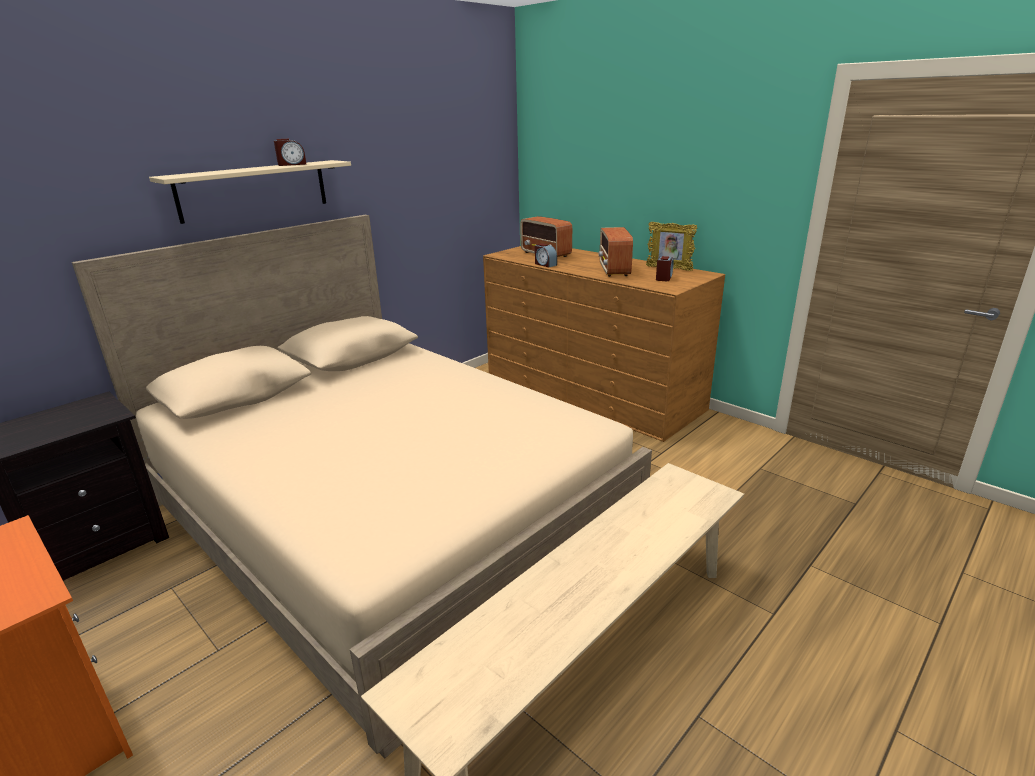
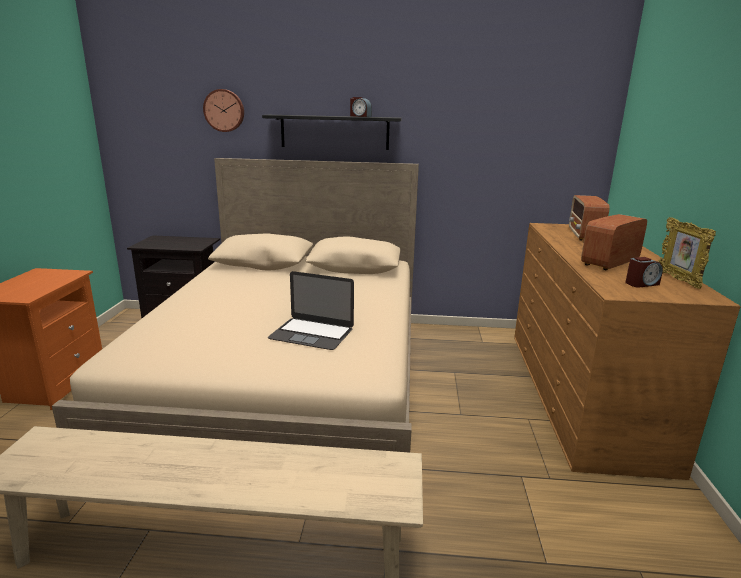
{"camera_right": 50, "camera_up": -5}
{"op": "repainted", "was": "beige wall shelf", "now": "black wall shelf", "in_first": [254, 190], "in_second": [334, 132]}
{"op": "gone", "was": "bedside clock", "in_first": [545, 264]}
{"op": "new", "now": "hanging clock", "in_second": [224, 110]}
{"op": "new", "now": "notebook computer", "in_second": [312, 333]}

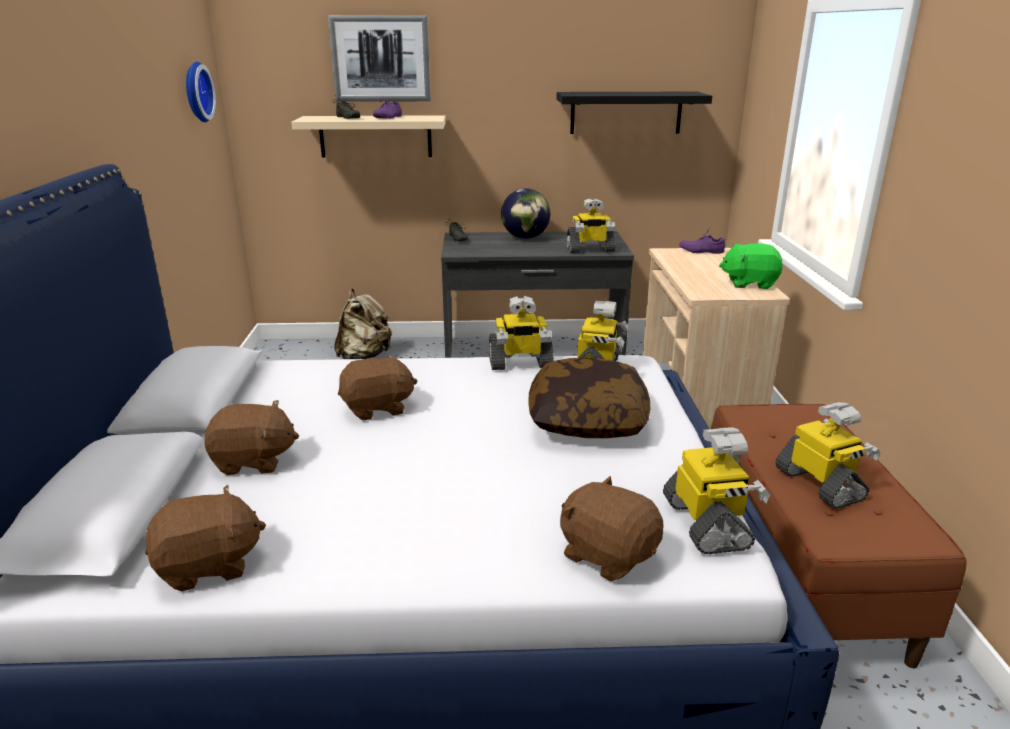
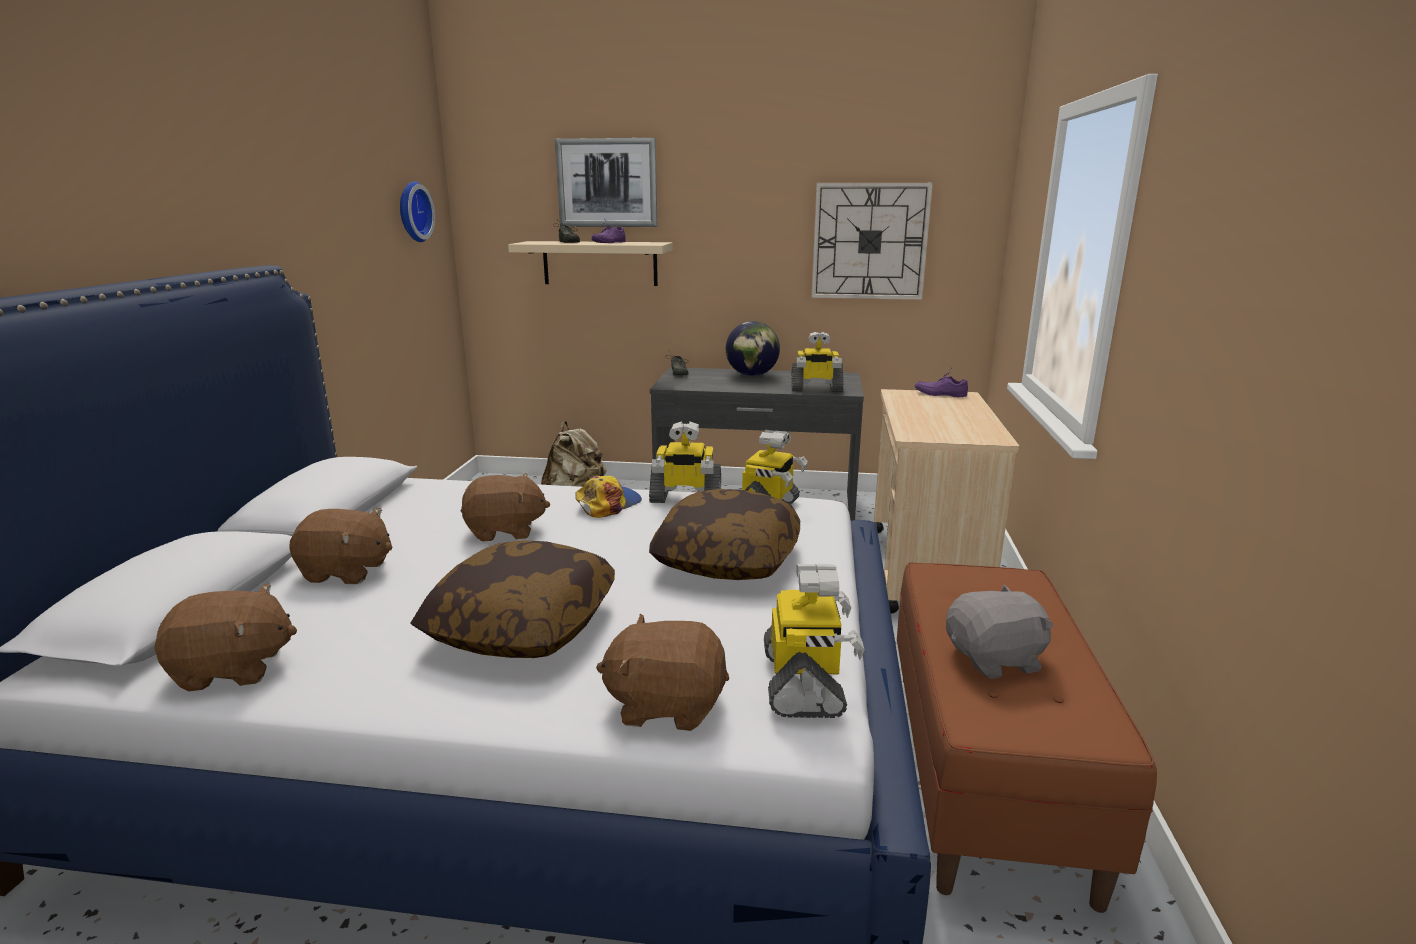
{"camera_right": 10, "camera_up": -5}
{"op": "swapped", "was": "black wall shelf", "now": "hanging clock", "in_first": [626, 112], "in_second": [869, 241]}
{"op": "gone", "was": "green-coloured cuddly toy", "in_first": [749, 283]}
{"op": "swapped", "was": "toy robot", "now": "greyish cuddly toy", "in_first": [820, 484], "in_second": [995, 660]}
{"op": "rotated", "was": "brown-coloured cuddly toy", "in_first": [607, 554], "in_second": [666, 704], "clockwise": -45}
{"op": "new", "now": "peaked cap", "in_second": [608, 504]}
{"op": "new", "now": "pillow", "in_second": [522, 626]}

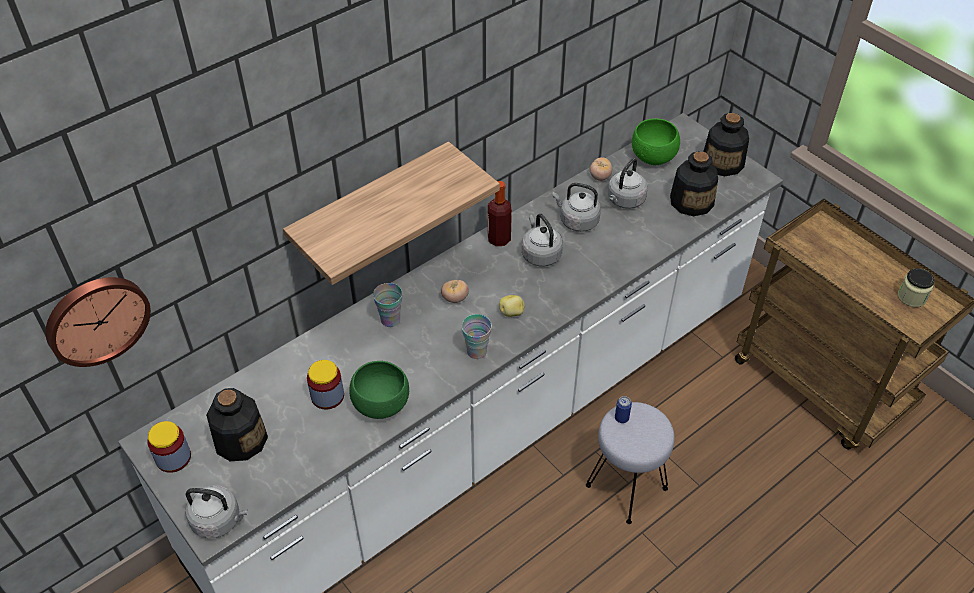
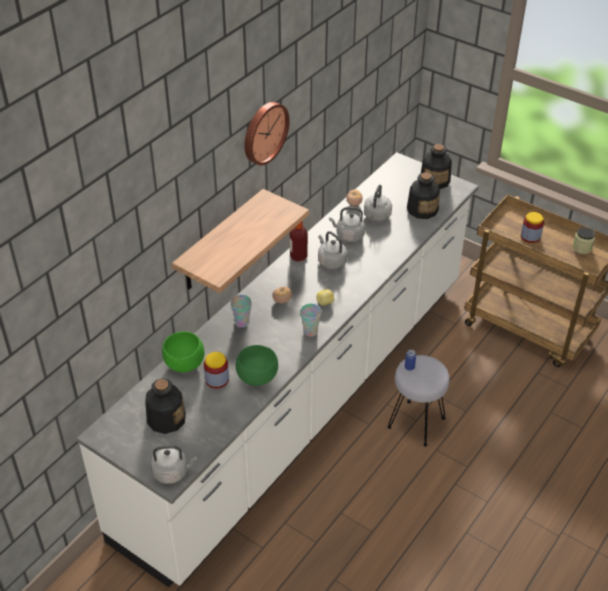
{"camera_right": -15, "camera_up": -5}
{"op": "shifted", "was": "green-coloured bowl", "in_first": [654, 158], "in_second": [185, 365]}
{"op": "shifted", "was": "hanging clock", "in_first": [96, 318], "in_second": [264, 132]}
{"op": "shifted", "was": "jar", "in_first": [173, 458], "in_second": [530, 236]}

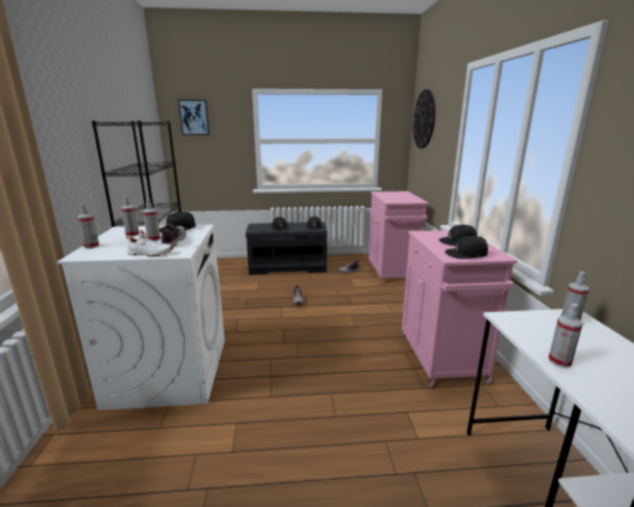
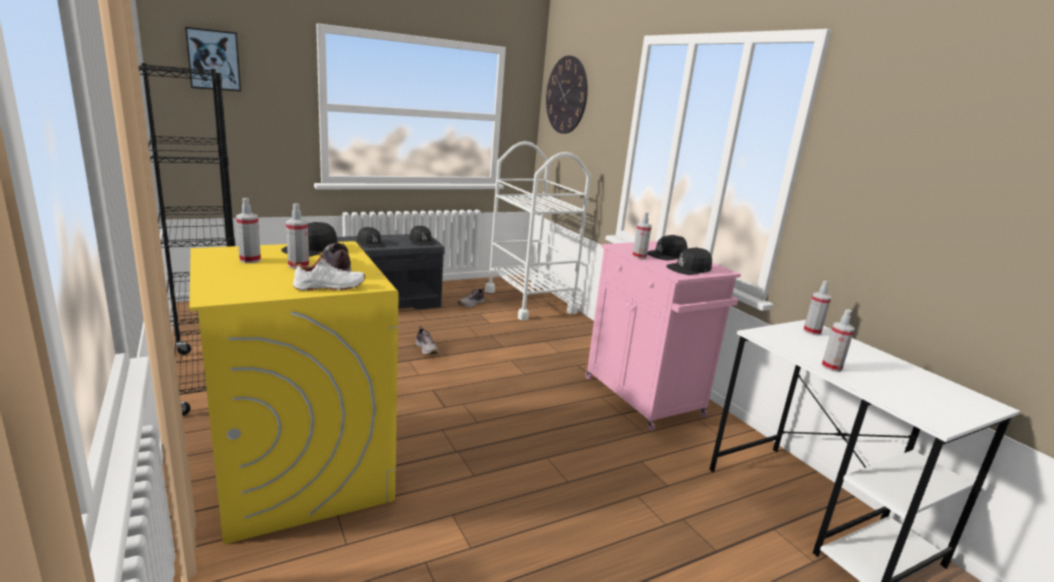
{"camera_right": -25, "camera_up": 0}
{"op": "swapped", "was": "pinkish cupboard", "now": "white-coloured cart", "in_first": [392, 273], "in_second": [529, 302]}
{"op": "shifted", "was": "hand sprayer", "in_first": [91, 246], "in_second": [639, 257]}
{"op": "repainted", "was": "white-coloured laundry appliance", "now": "yellow laundry appliance", "in_first": [169, 370], "in_second": [301, 470]}

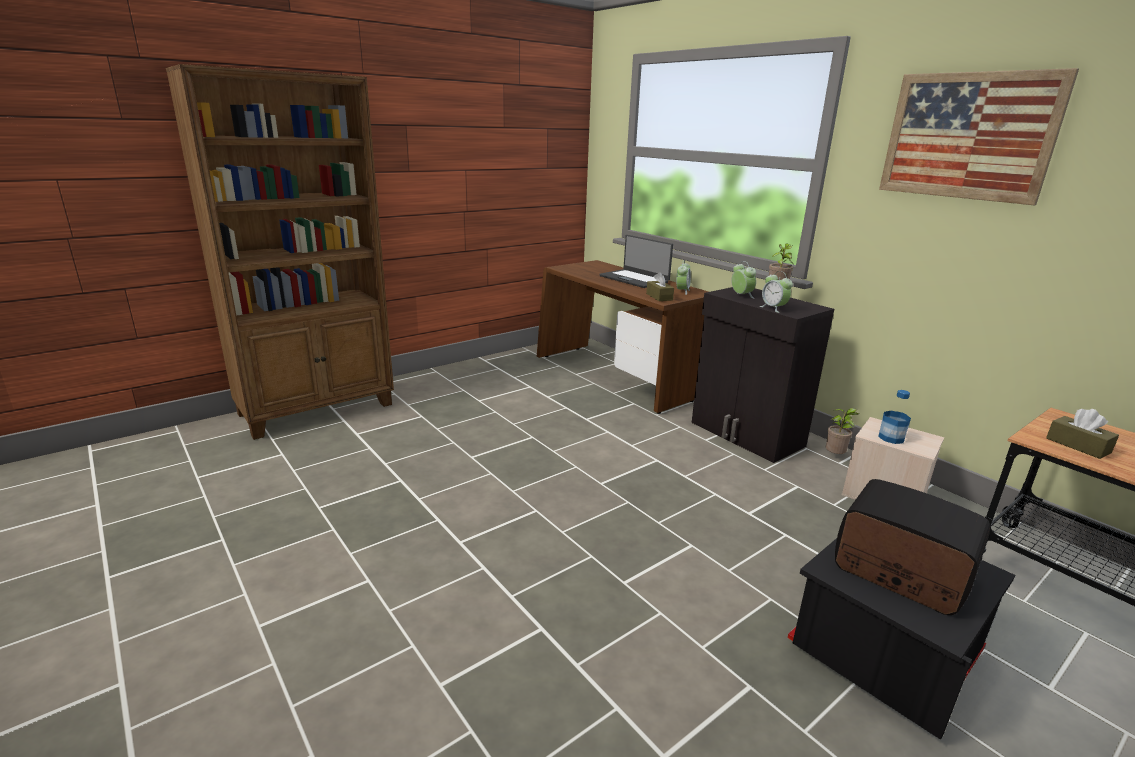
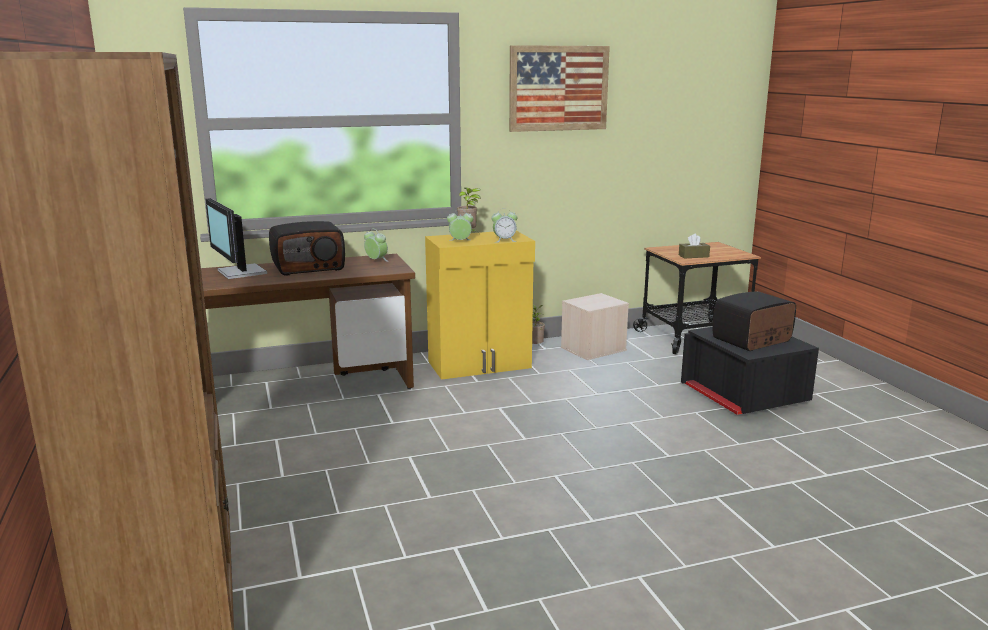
{"camera_right": -70, "camera_up": -5}
{"op": "swapped", "was": "notebook computer", "now": "radio set", "in_first": [634, 279], "in_second": [308, 267]}
{"op": "gone", "was": "brown-coloured tissue box", "in_first": [659, 297]}
{"op": "repainted", "was": "black cupboard", "now": "yellow cupboard", "in_first": [746, 435], "in_second": [480, 365]}
{"op": "gone", "was": "drink bottle", "in_first": [891, 438]}
{"op": "new", "now": "computer screen", "in_second": [240, 272]}

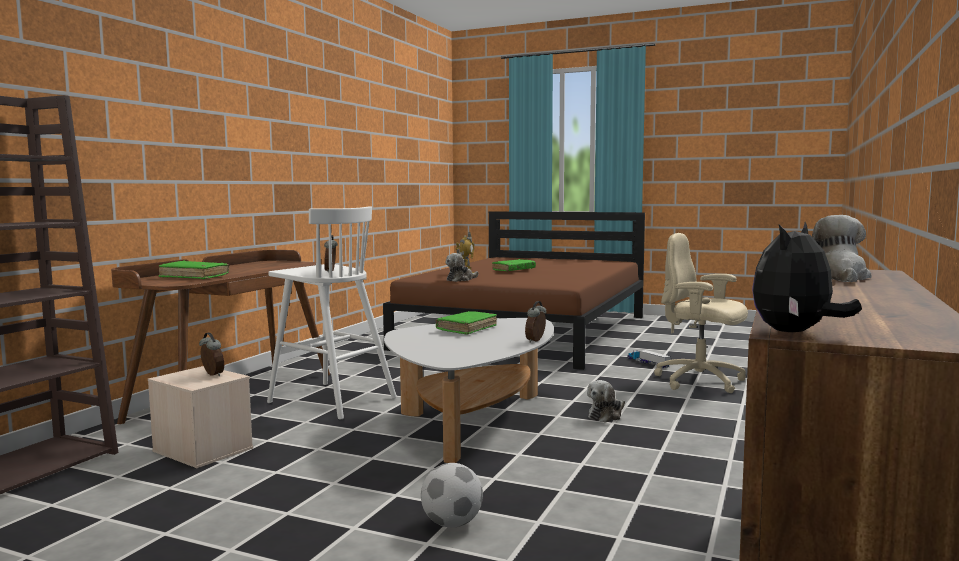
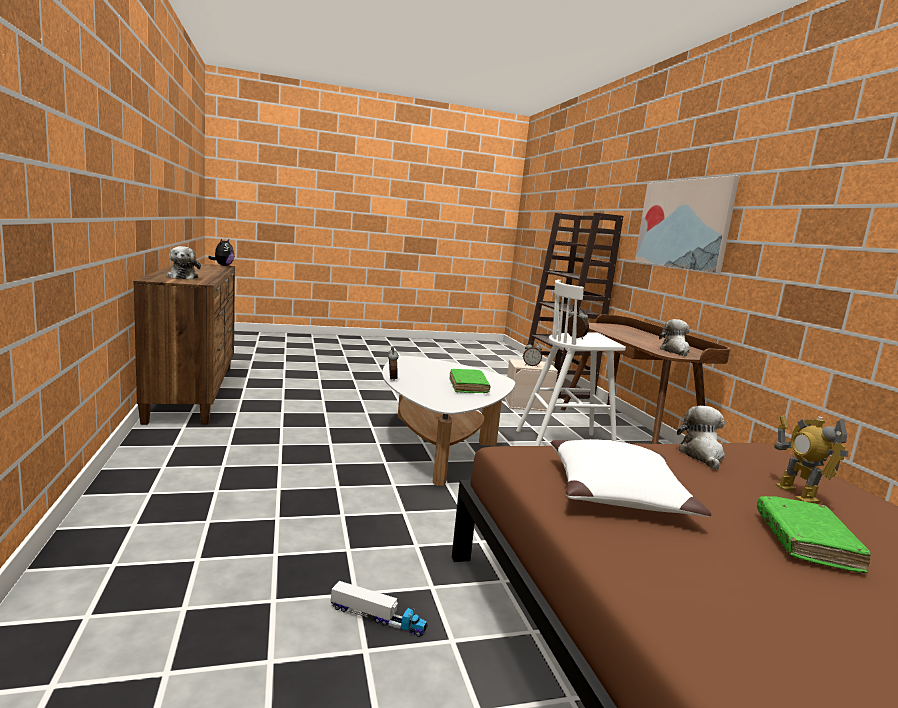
{"camera_right": 140, "camera_up": 5}
{"op": "gone", "was": "beige office chair", "in_first": [700, 381]}
{"op": "gone", "was": "green-coloured bound book", "in_first": [194, 276]}
{"op": "shifted", "was": "cuddly toy", "in_first": [606, 415], "in_second": [675, 351]}
{"op": "gone", "was": "football ball", "in_first": [452, 524]}
{"op": "new", "now": "picture", "in_second": [683, 224]}
{"op": "new", "now": "white-coloured pillow", "in_second": [618, 493]}

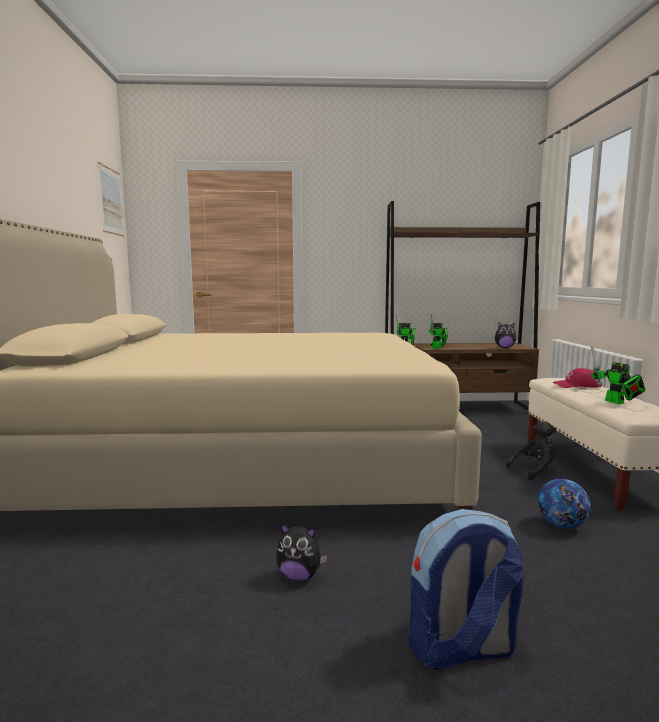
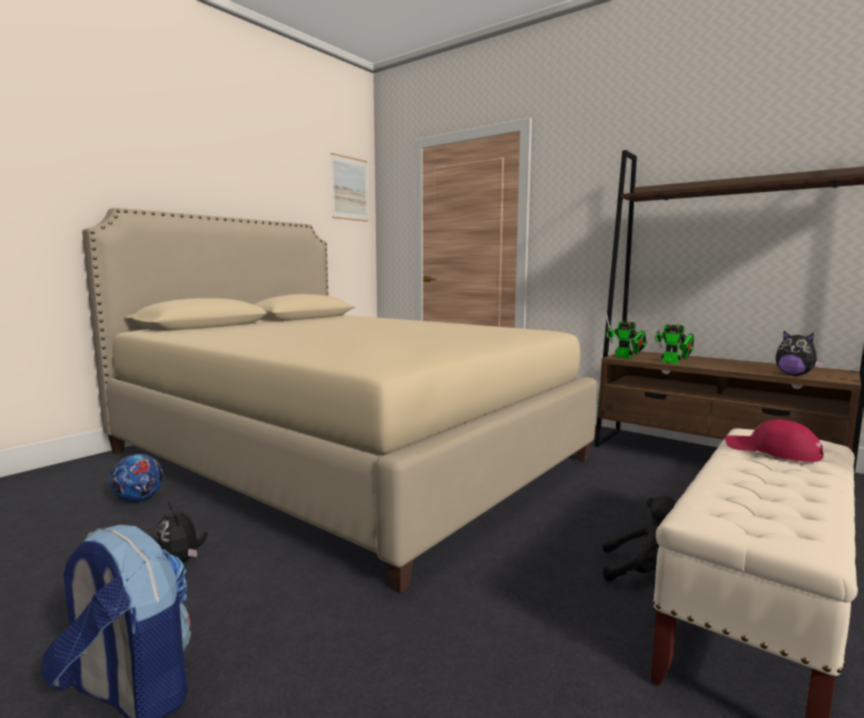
{"camera_right": 40, "camera_up": 0}
{"op": "gone", "was": "toy robot", "in_first": [617, 402]}
{"op": "shifted", "was": "football ball", "in_first": [561, 525], "in_second": [139, 499]}

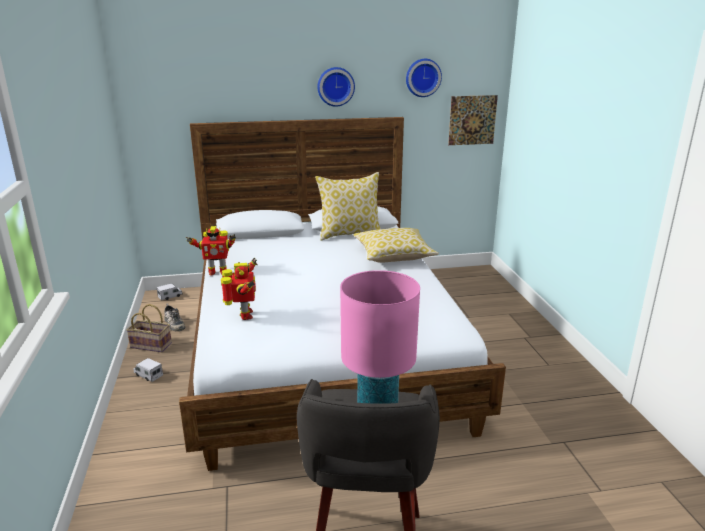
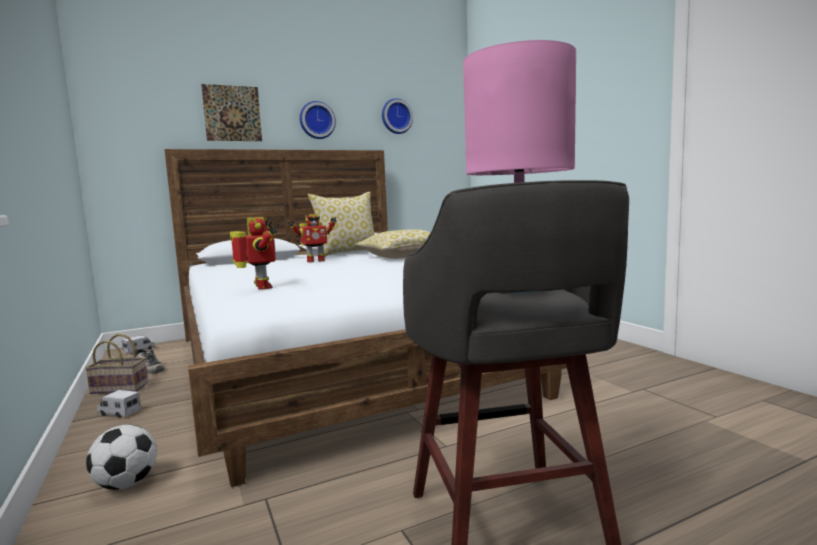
{"camera_right": -15, "camera_up": -15}
{"op": "shifted", "was": "picture", "in_first": [472, 120], "in_second": [232, 113]}
{"op": "shifted", "was": "toy robot", "in_first": [217, 272], "in_second": [315, 261]}
{"op": "new", "now": "football ball", "in_second": [126, 484]}

